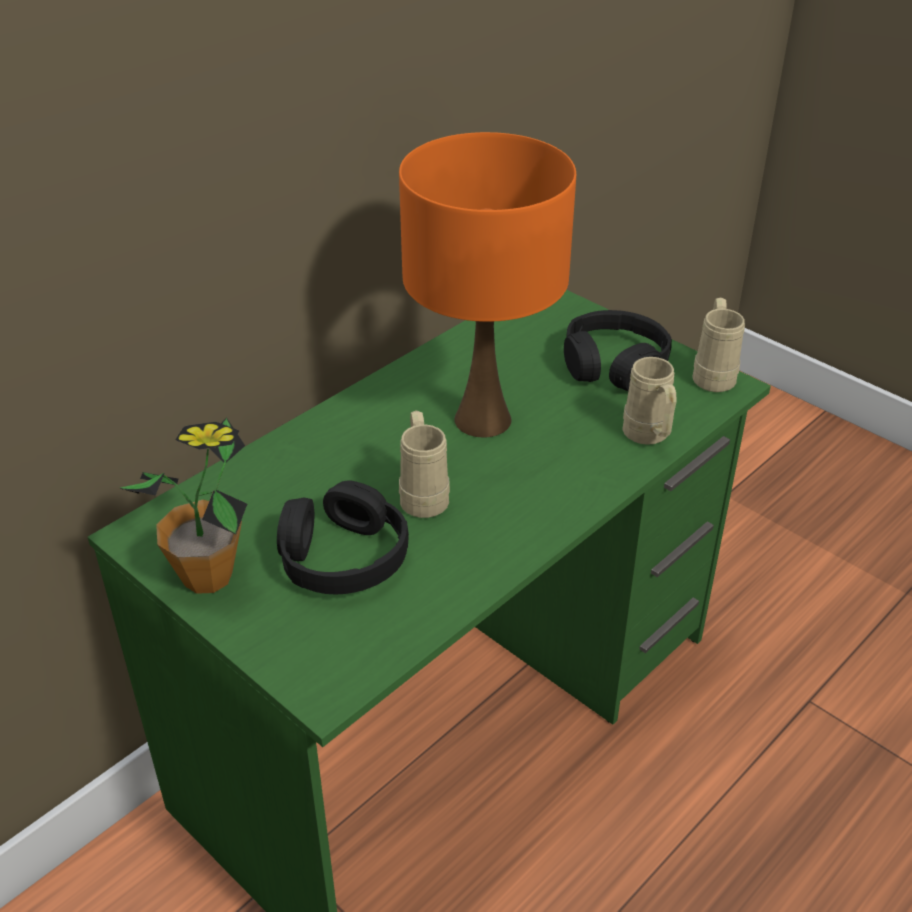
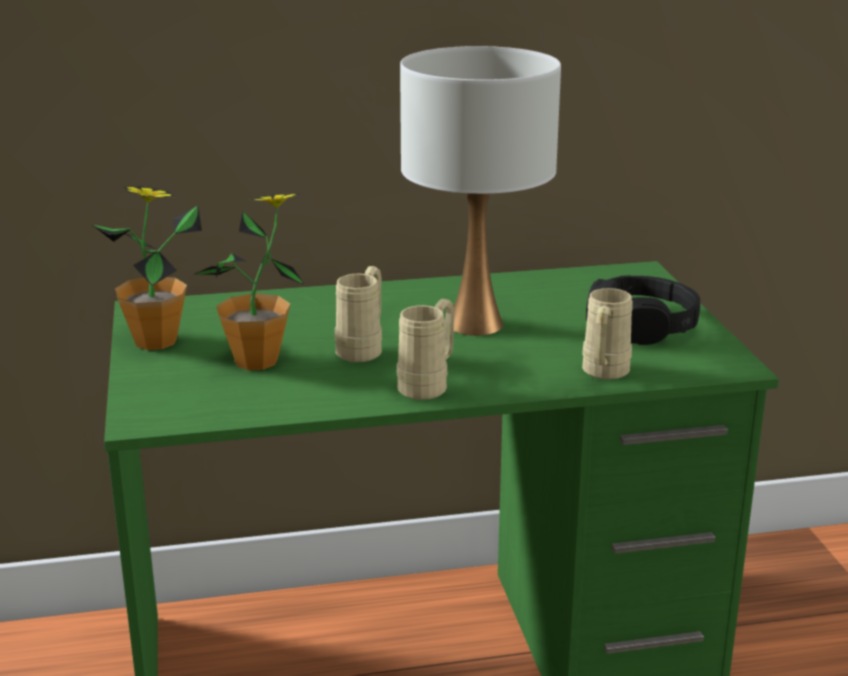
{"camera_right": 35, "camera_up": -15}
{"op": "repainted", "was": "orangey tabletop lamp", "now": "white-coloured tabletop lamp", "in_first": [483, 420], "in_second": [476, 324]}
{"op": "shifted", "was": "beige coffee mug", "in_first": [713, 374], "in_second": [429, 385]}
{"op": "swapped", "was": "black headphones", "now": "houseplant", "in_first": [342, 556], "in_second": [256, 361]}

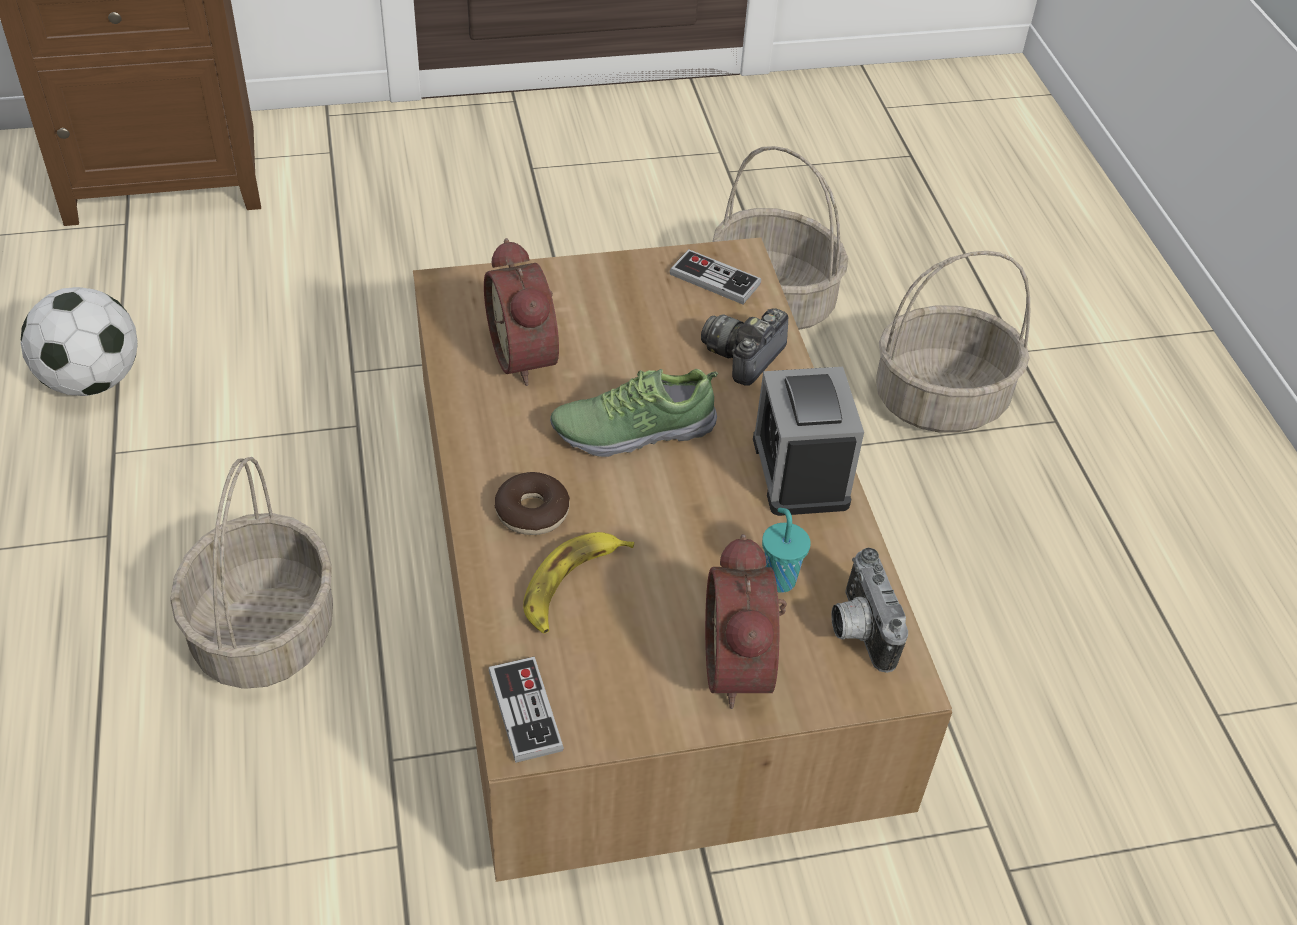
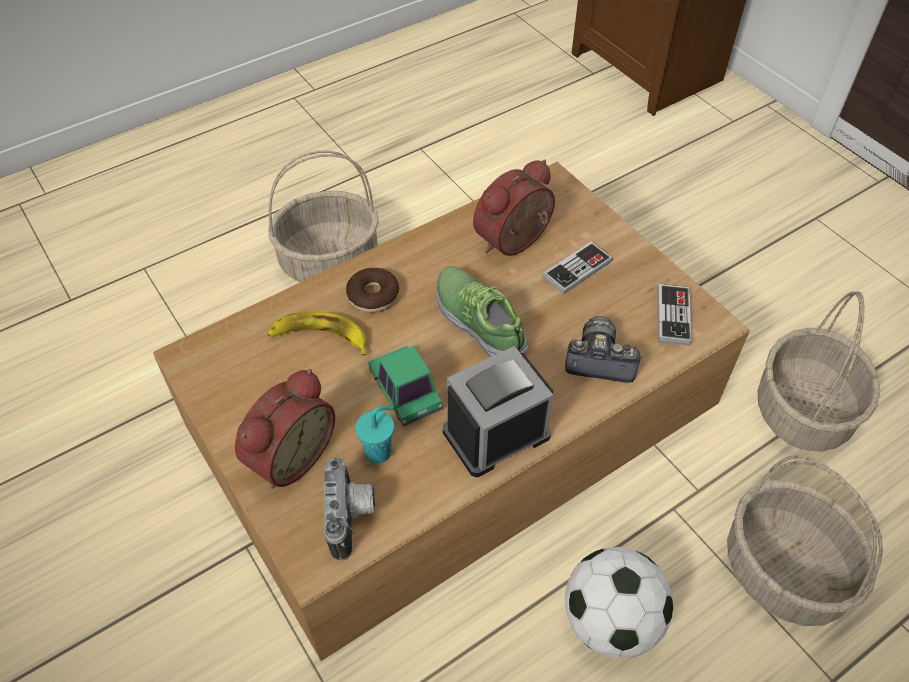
{"camera_right": 70, "camera_up": 5}
{"op": "shifted", "was": "football ball", "in_first": [92, 381], "in_second": [611, 620]}
{"op": "rotated", "was": "bedside clock", "in_first": [744, 666], "in_second": [288, 455], "clockwise": 150}
{"op": "rotated", "was": "photo camera", "in_first": [857, 630], "in_second": [352, 517], "clockwise": 120}
{"op": "shifted", "was": "joypad", "in_first": [525, 711], "in_second": [577, 269]}
{"op": "new", "now": "model car", "in_second": [405, 392]}

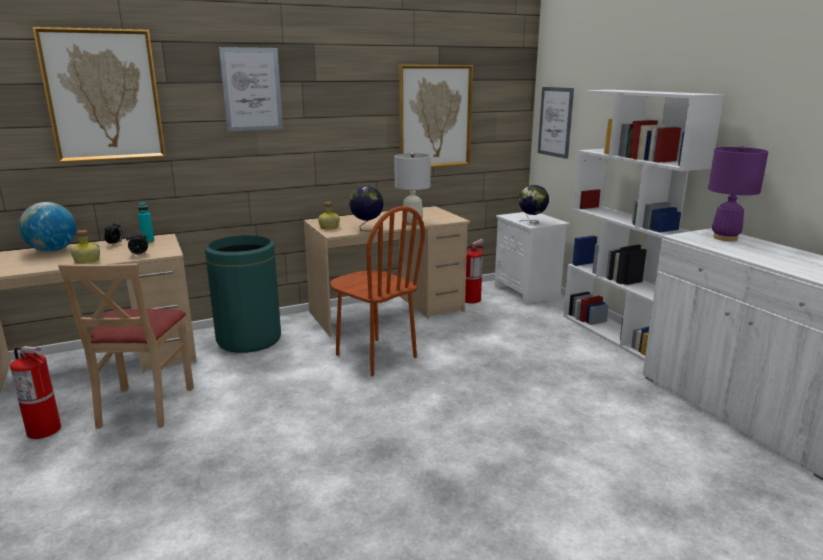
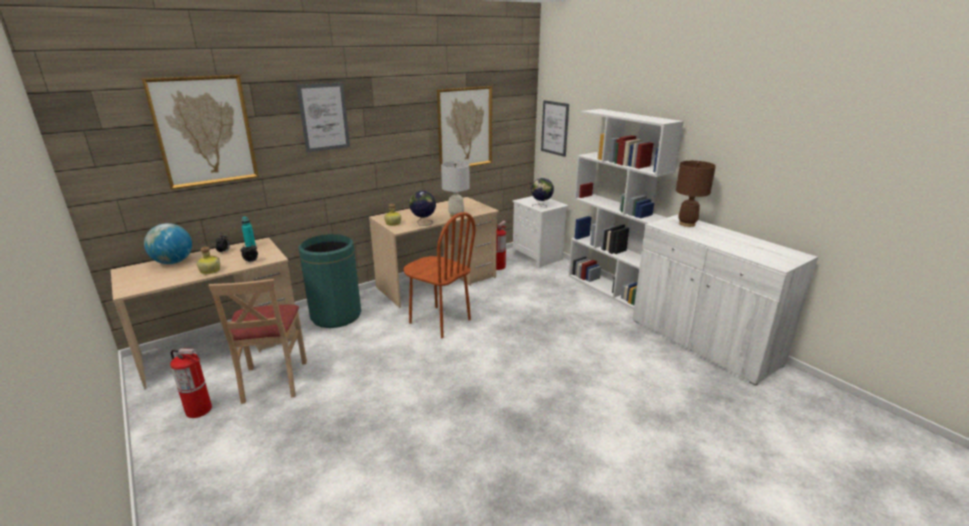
{"camera_right": -10, "camera_up": 5}
{"op": "repainted", "was": "purple-coloured tabletop lamp", "now": "brown-coloured tabletop lamp", "in_first": [725, 238], "in_second": [687, 224]}

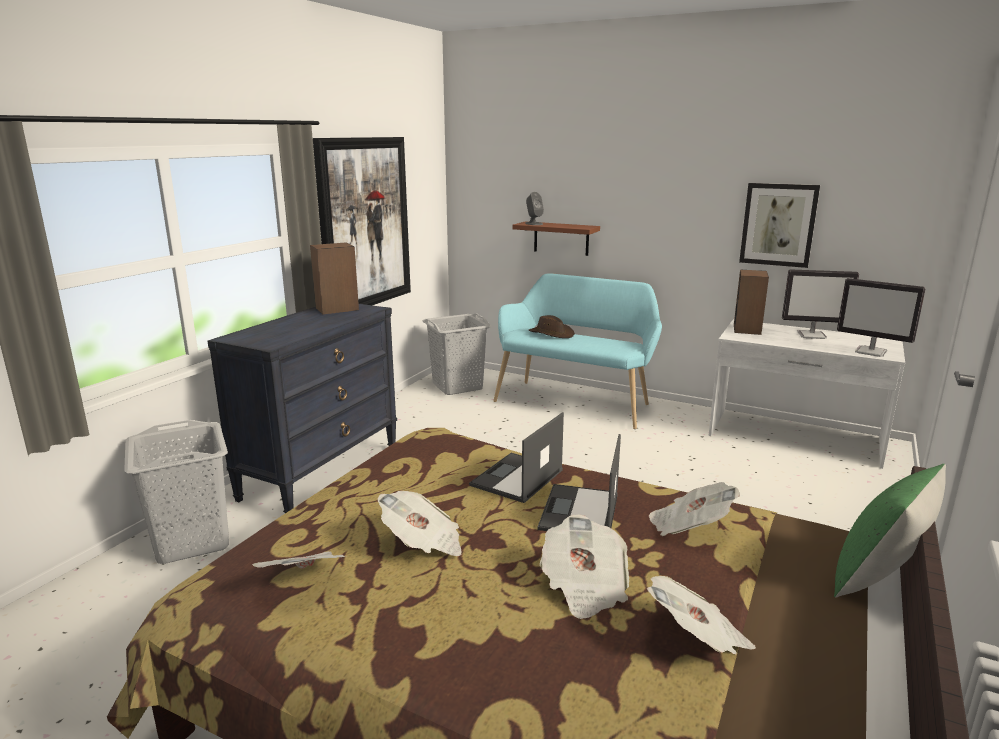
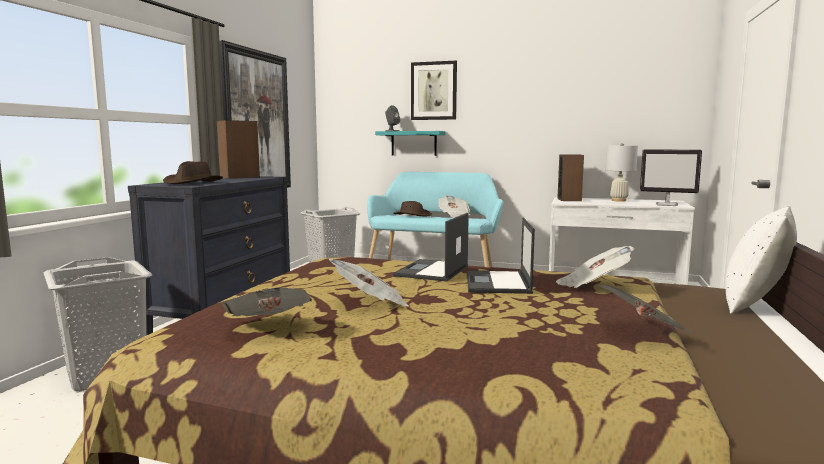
{"camera_right": -10, "camera_up": -10}
{"op": "shifted", "was": "picture", "in_first": [778, 224], "in_second": [433, 91]}
{"op": "repainted", "was": "brown-coloured wall shelf", "now": "blue-green wall shelf", "in_first": [561, 238], "in_second": [413, 143]}
{"op": "swapped", "was": "computer screen", "now": "white-coloured tabletop lamp", "in_first": [812, 335], "in_second": [619, 200]}
{"op": "repainted", "was": "green-coloured pillow", "now": "white-coloured pillow", "in_first": [879, 579], "in_second": [755, 304]}
{"op": "shifted", "was": "newspaper", "in_first": [584, 587], "in_second": [454, 216]}
{"op": "new", "now": "brown-coloured wearable hat", "in_second": [193, 183]}

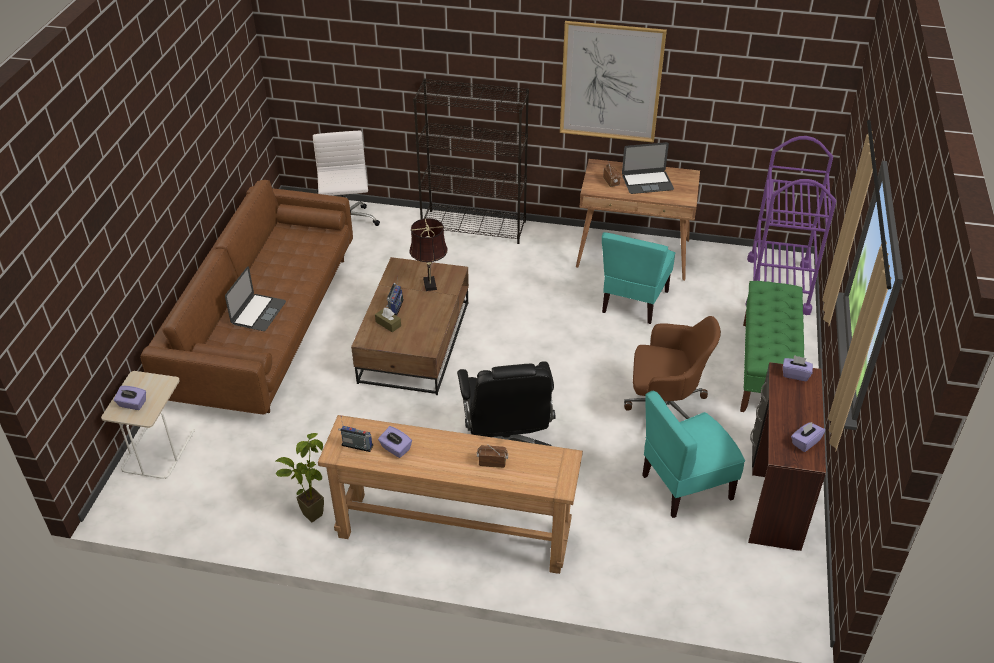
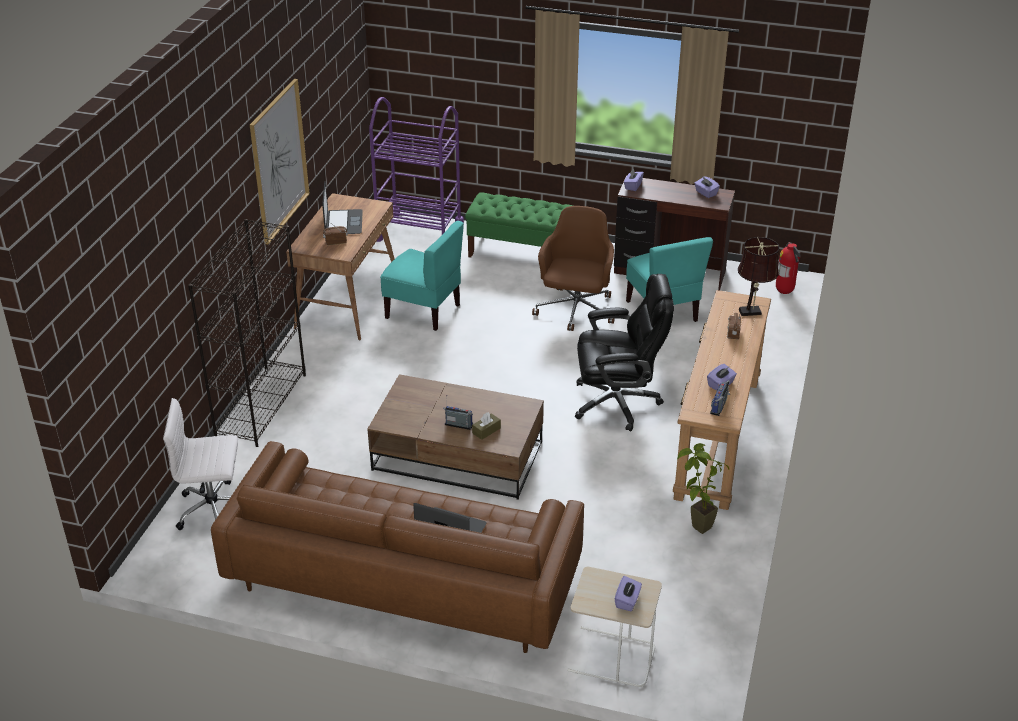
{"camera_right": -85, "camera_up": -5}
{"op": "shifted", "was": "brown-coloured tabletop lamp", "in_first": [430, 285], "in_second": [752, 312]}
{"op": "new", "now": "fire extinguisher", "in_second": [784, 292]}

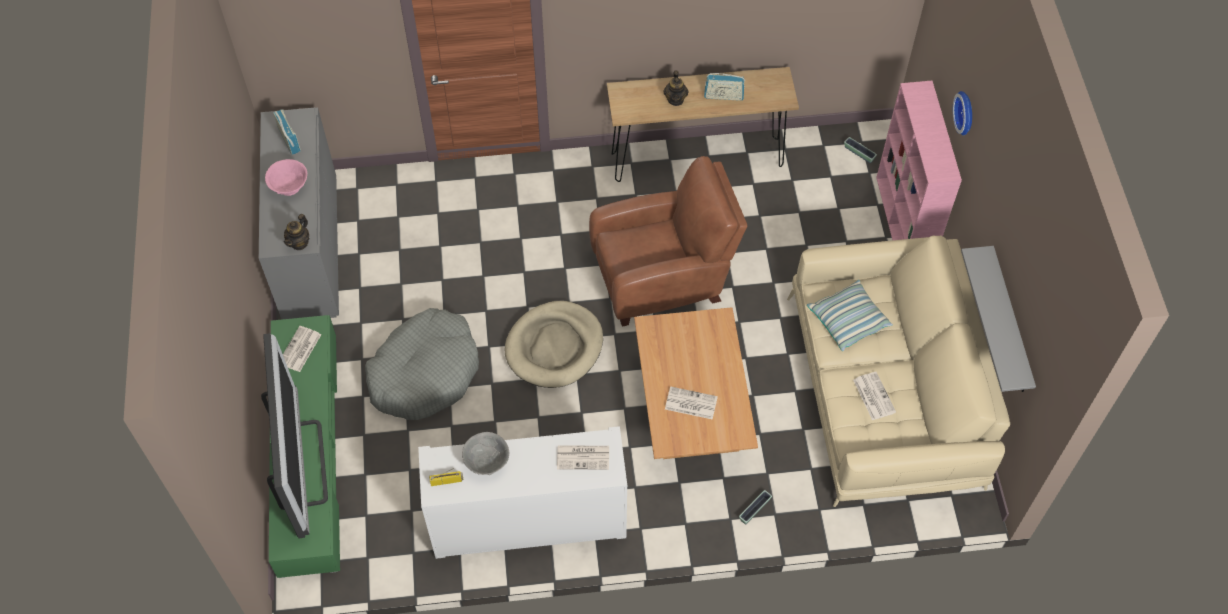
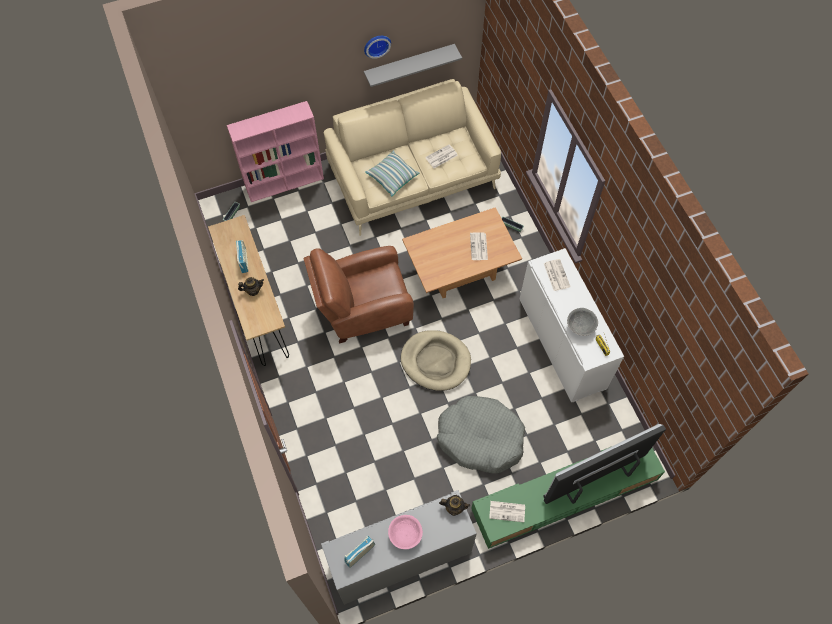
{"camera_right": -105, "camera_up": 5}
{"op": "shifted", "was": "hanging clock", "in_first": [966, 112], "in_second": [376, 44]}
{"op": "rotated", "was": "brown-coloured easy chair", "in_first": [663, 277], "in_second": [363, 309], "clockwise": -75}

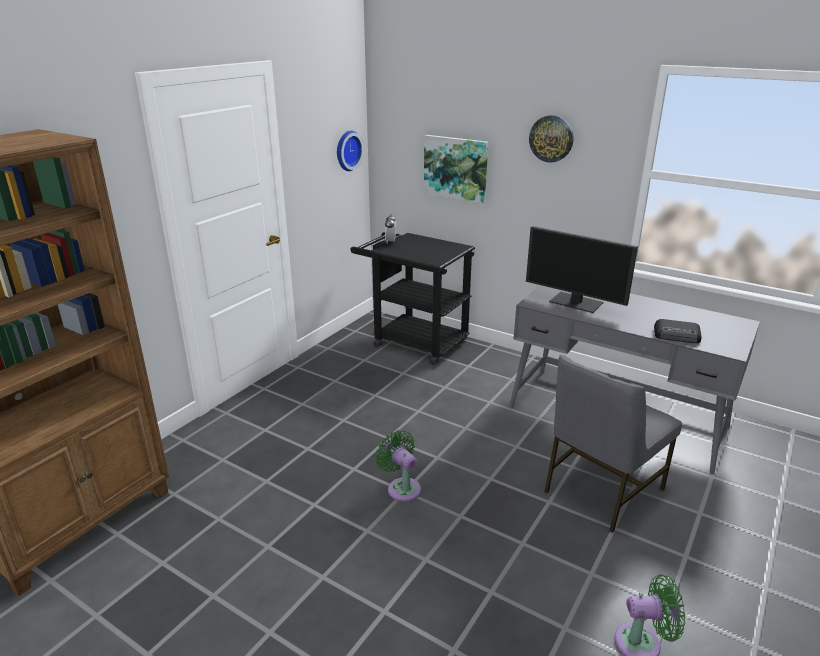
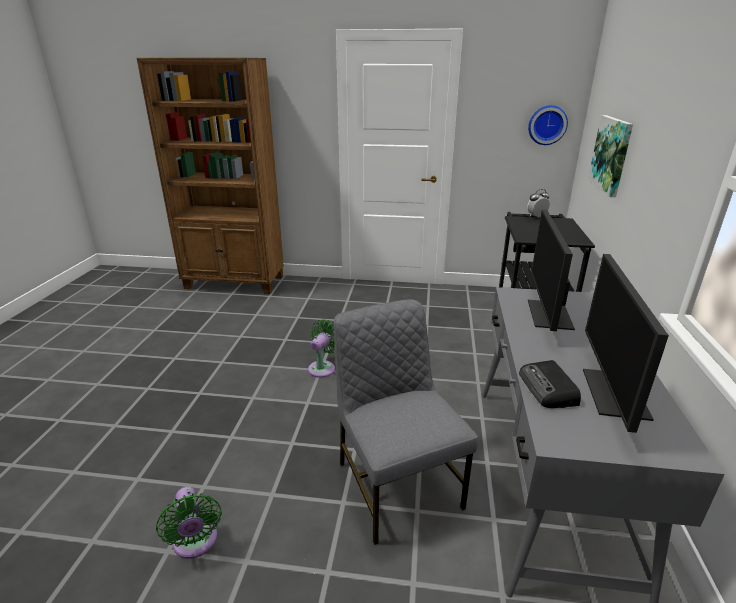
{"camera_right": 65, "camera_up": 0}
{"op": "gone", "was": "hanging clock", "in_first": [551, 138]}
{"op": "rotated", "was": "greyish plain chair", "in_first": [600, 490], "in_second": [396, 483], "clockwise": 45}
{"op": "new", "now": "computer screen", "in_second": [614, 394]}

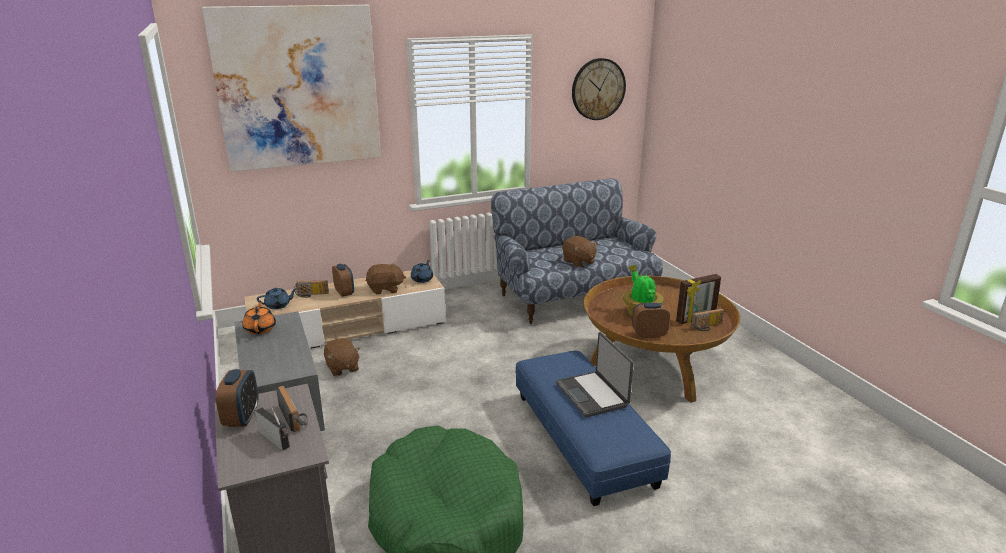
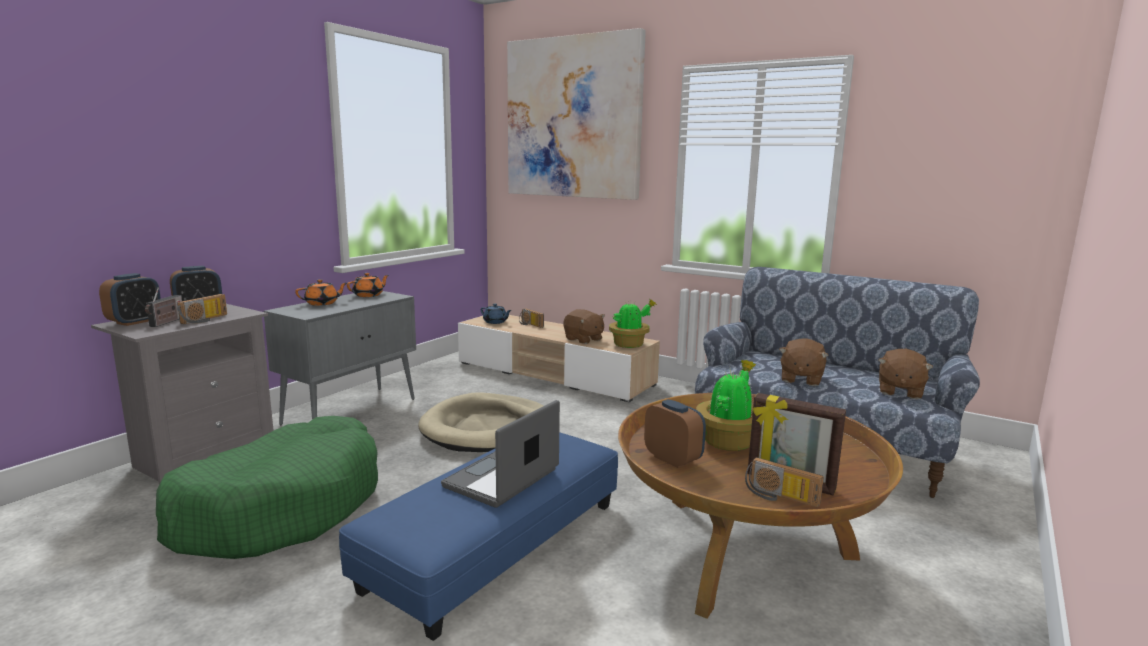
{"camera_right": 55, "camera_up": -10}
{"op": "gone", "was": "hanging clock", "in_first": [598, 89]}
{"op": "swapped", "was": "blue teapot", "now": "houseplant", "in_first": [422, 279], "in_second": [630, 345]}
{"op": "shifted", "was": "bedside clock", "in_first": [344, 292], "in_second": [135, 322]}
{"op": "shifted", "was": "brown-coloured cuddly toy", "in_first": [342, 368], "in_second": [899, 391]}
{"op": "new", "now": "orangey teapot", "in_second": [322, 303]}
{"op": "new", "now": "beige dog cushion", "in_second": [486, 428]}

